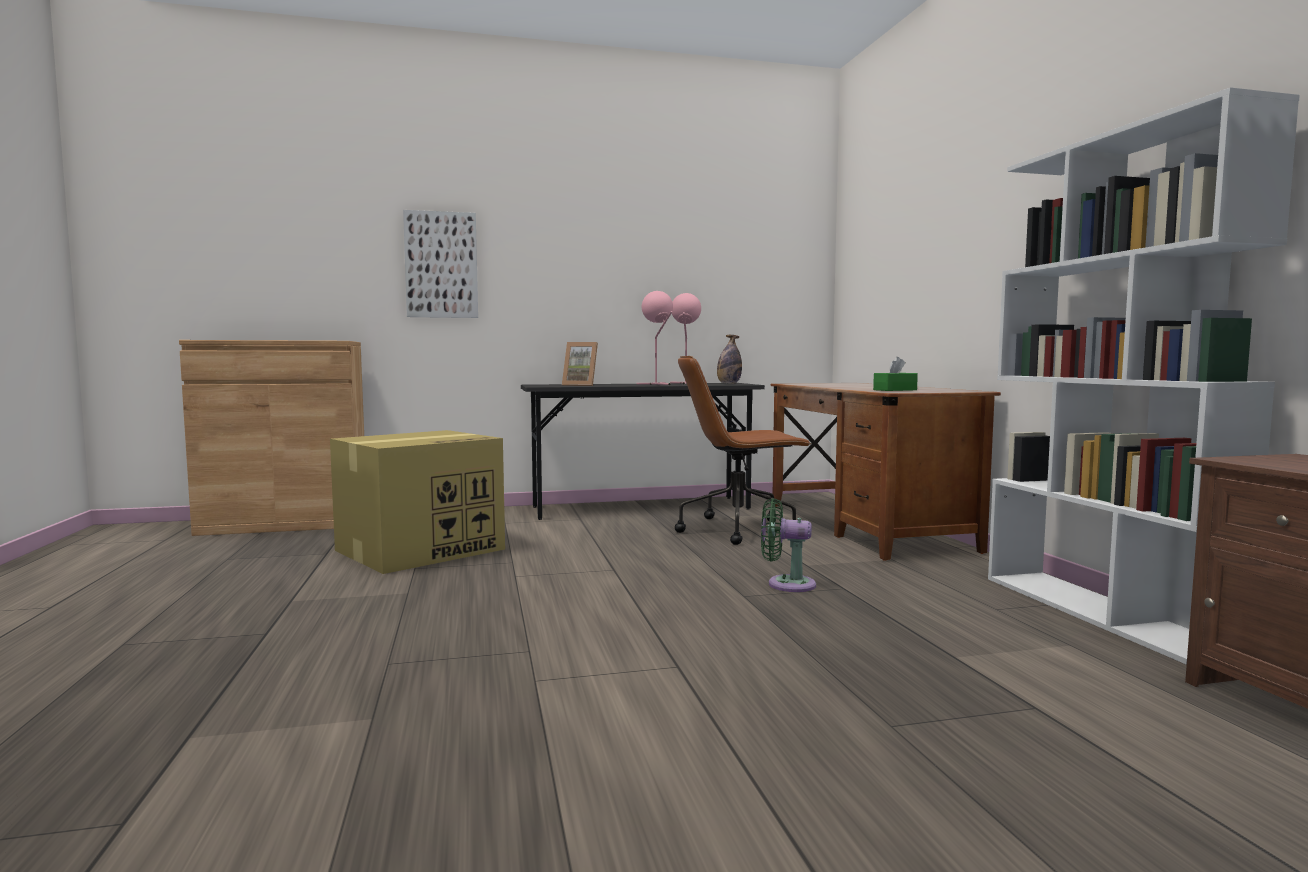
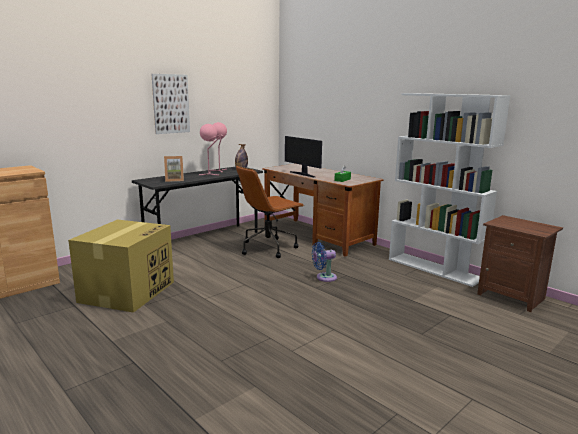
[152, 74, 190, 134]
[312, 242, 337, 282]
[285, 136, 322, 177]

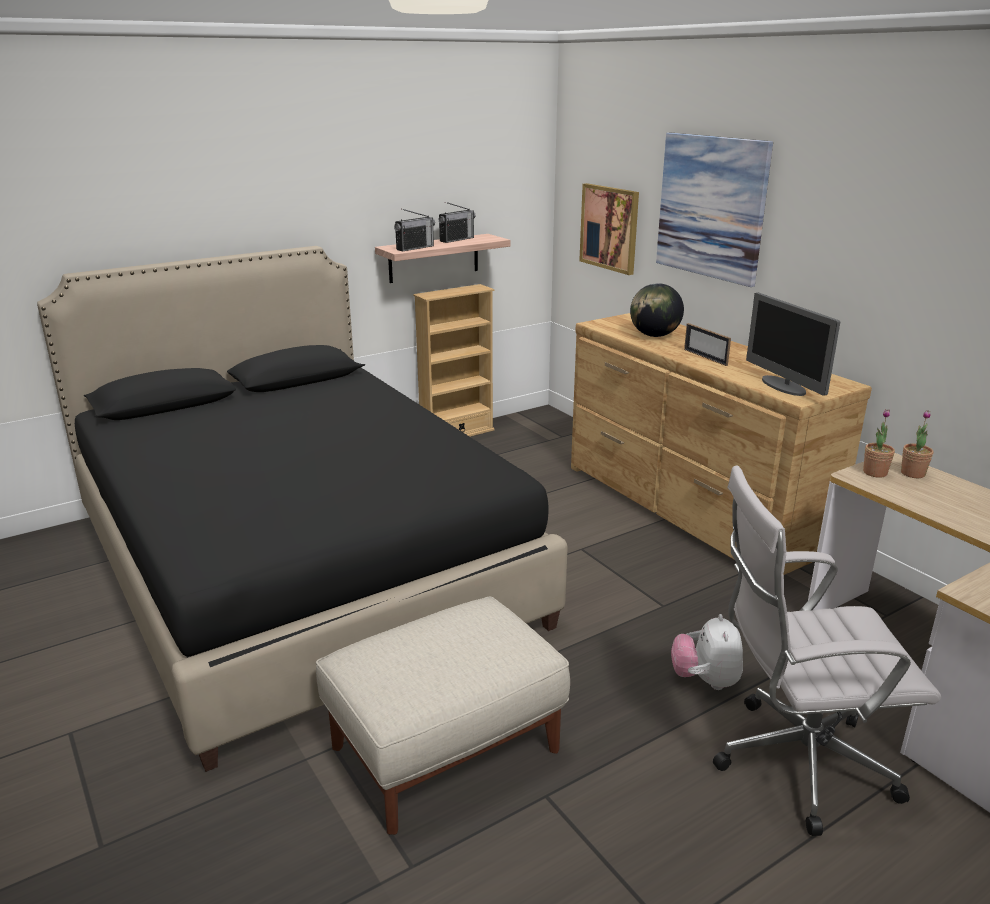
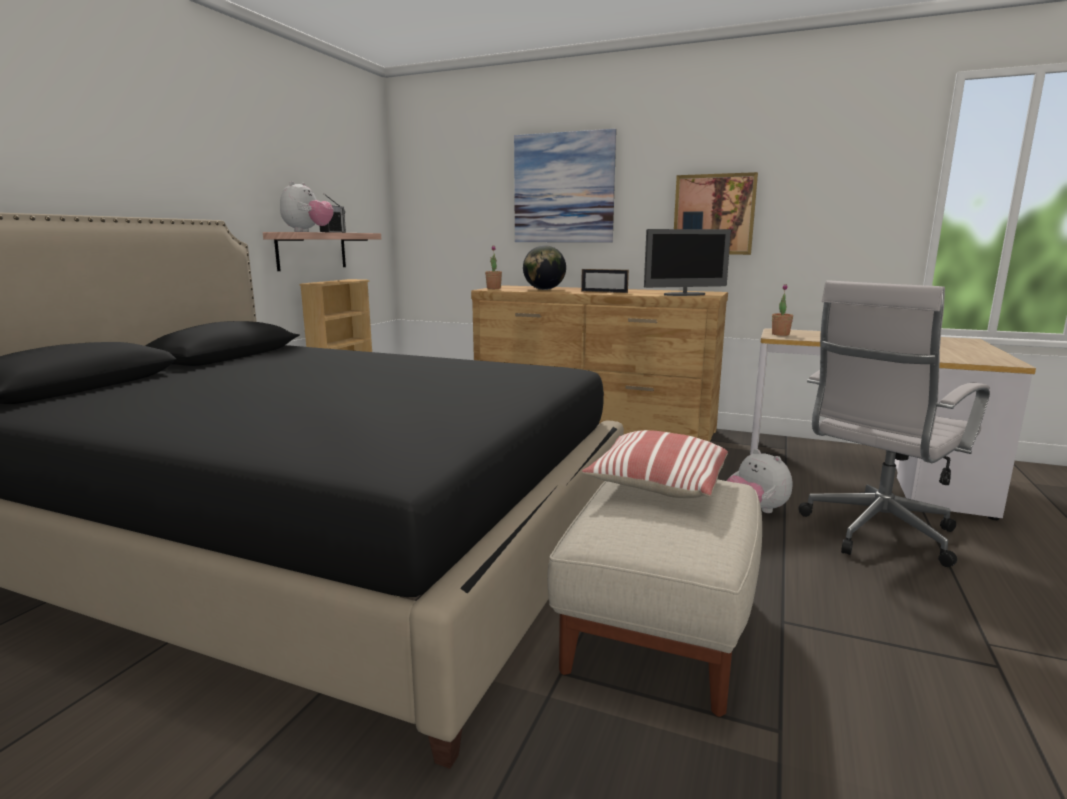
[674, 172, 758, 255]
[280, 181, 333, 232]
[644, 229, 731, 296]
[485, 245, 502, 289]
[582, 430, 728, 498]

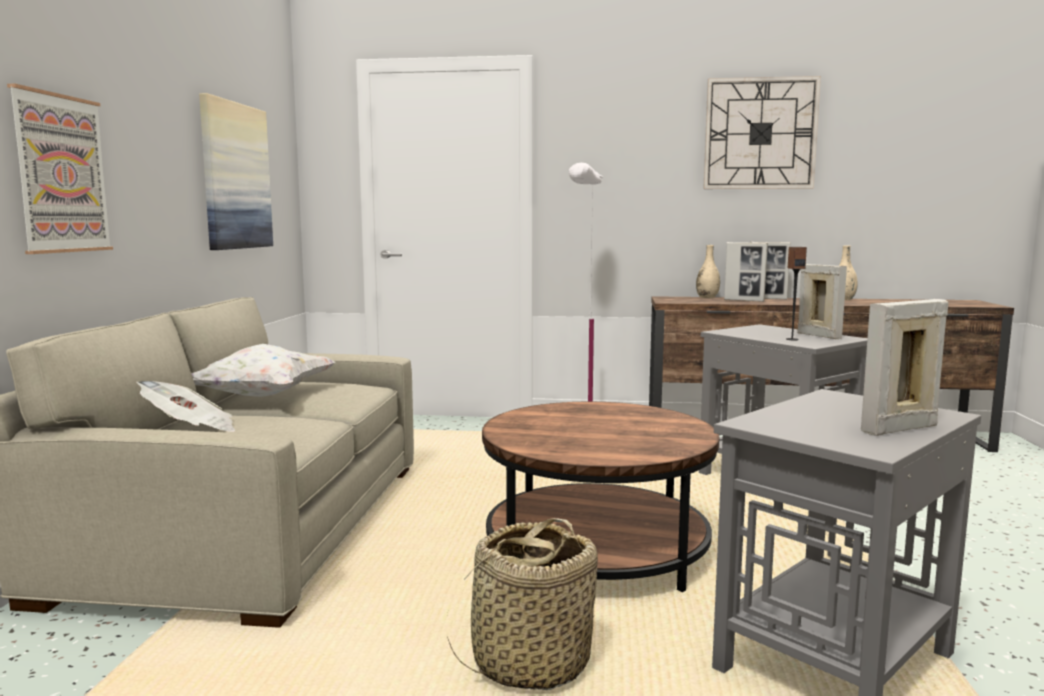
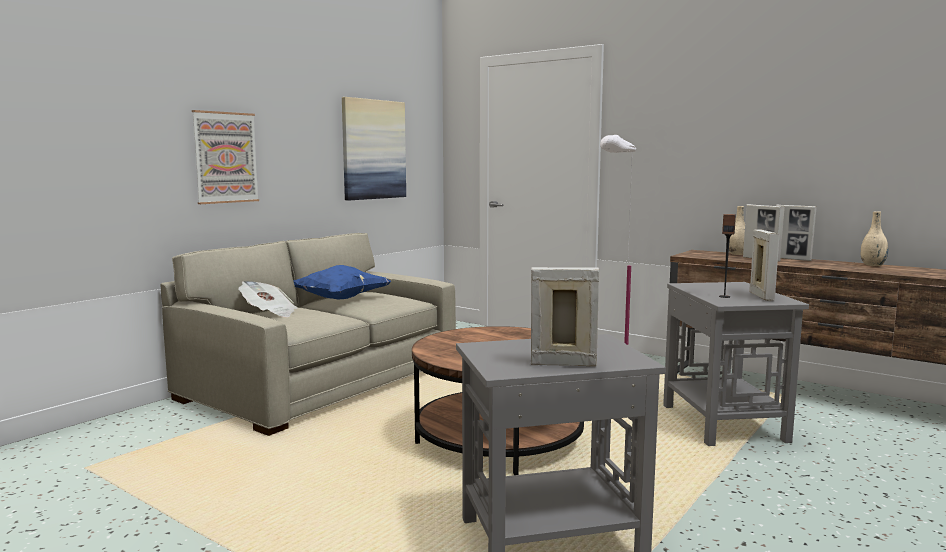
[703, 76, 821, 189] (first image)
[293, 265, 392, 300]
[447, 518, 598, 690] (first image)

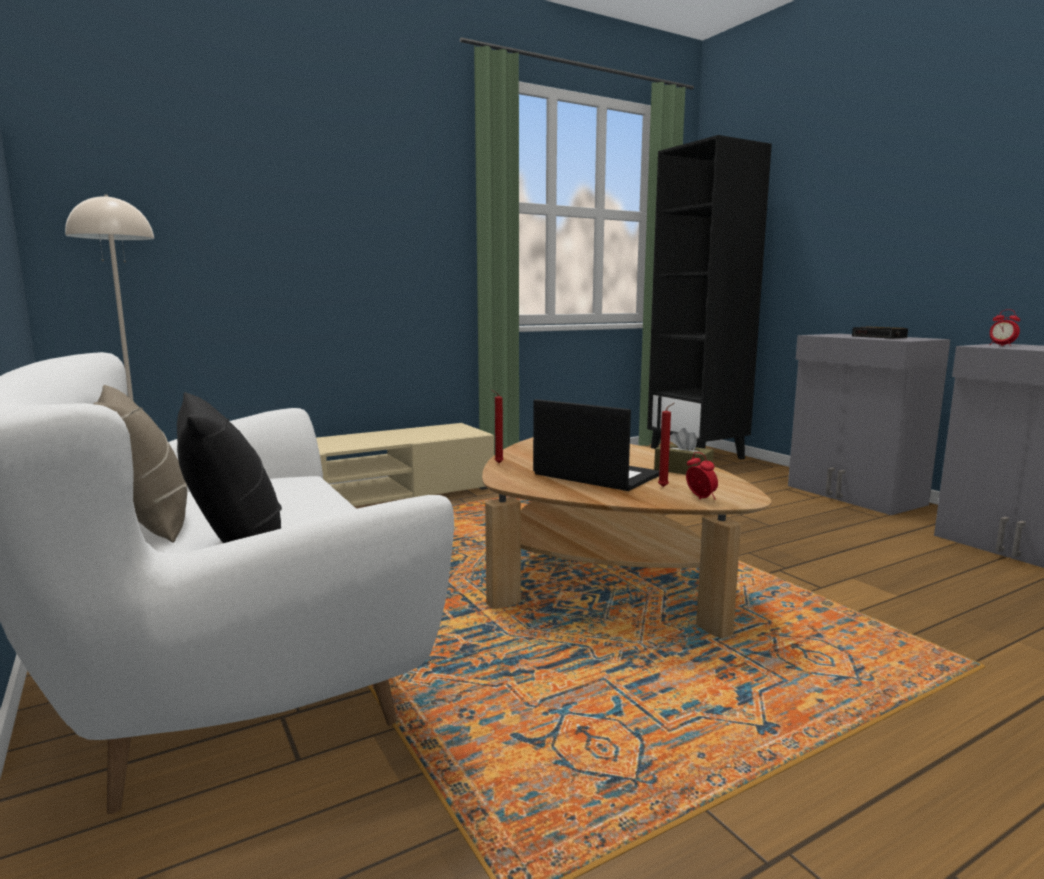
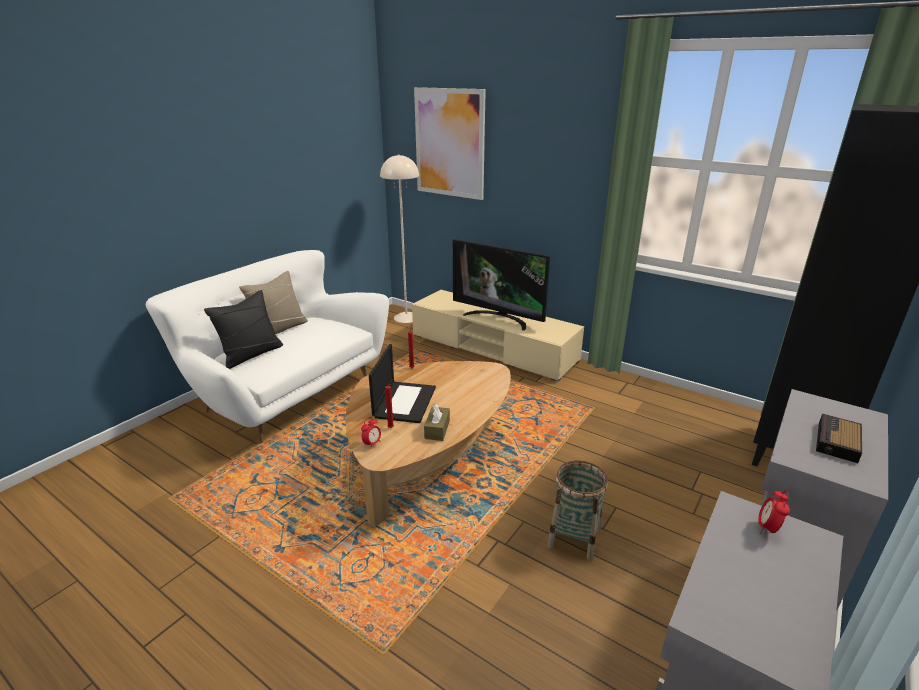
[414, 87, 486, 200]
[453, 239, 550, 331]
[547, 461, 608, 560]

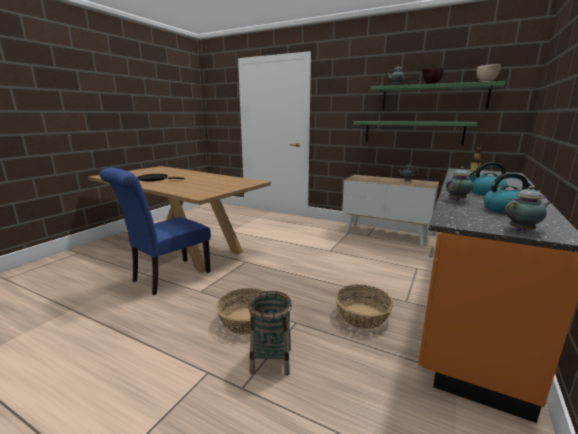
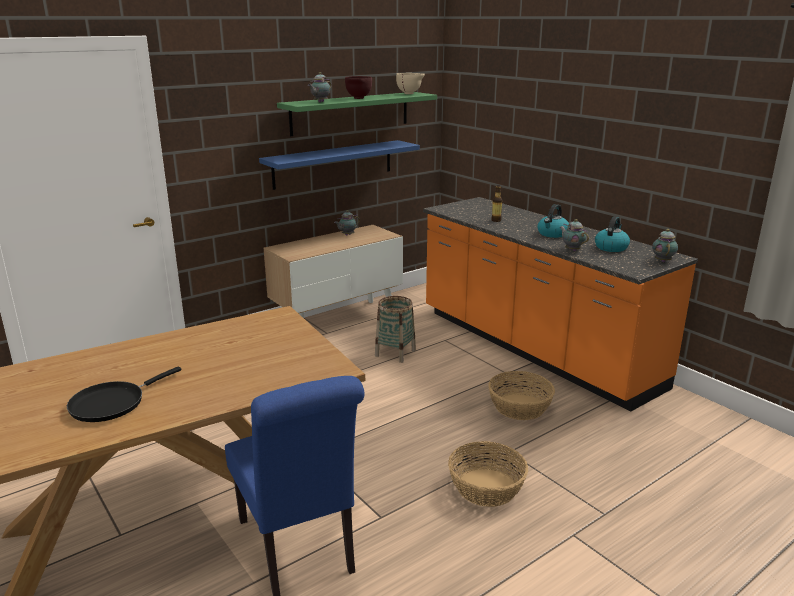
[259, 140, 420, 190]
[375, 296, 416, 363]

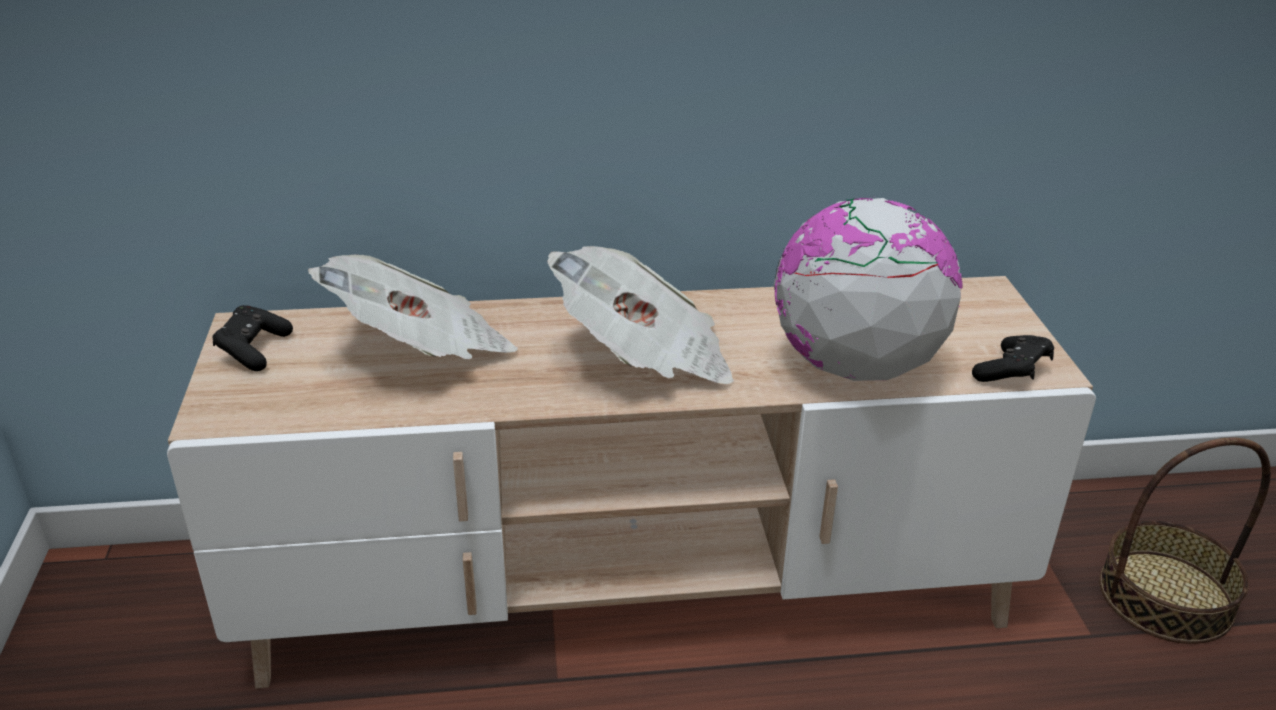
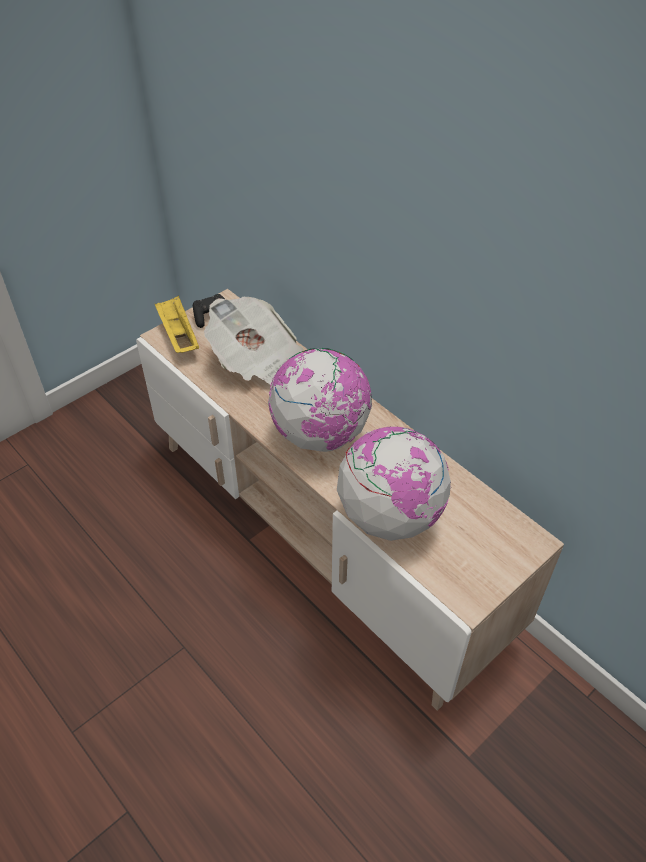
[268, 348, 372, 452]
[972, 335, 1054, 382] (first image)
[1099, 437, 1271, 644] (first image)
[155, 296, 199, 353]

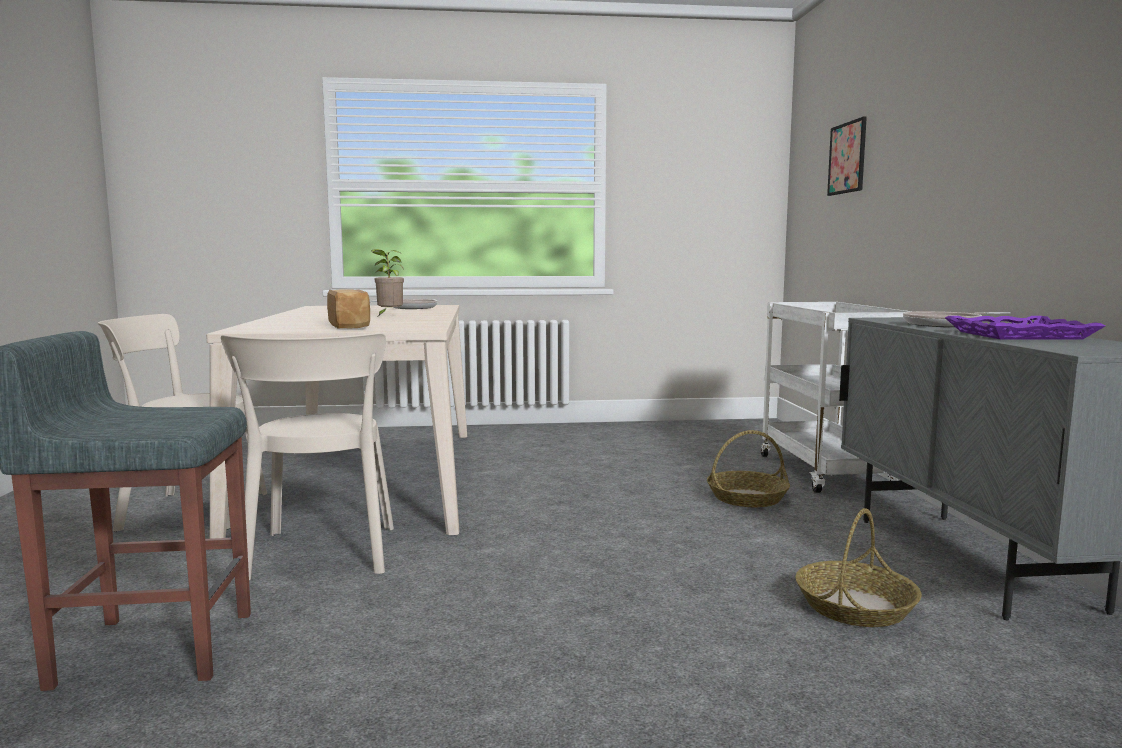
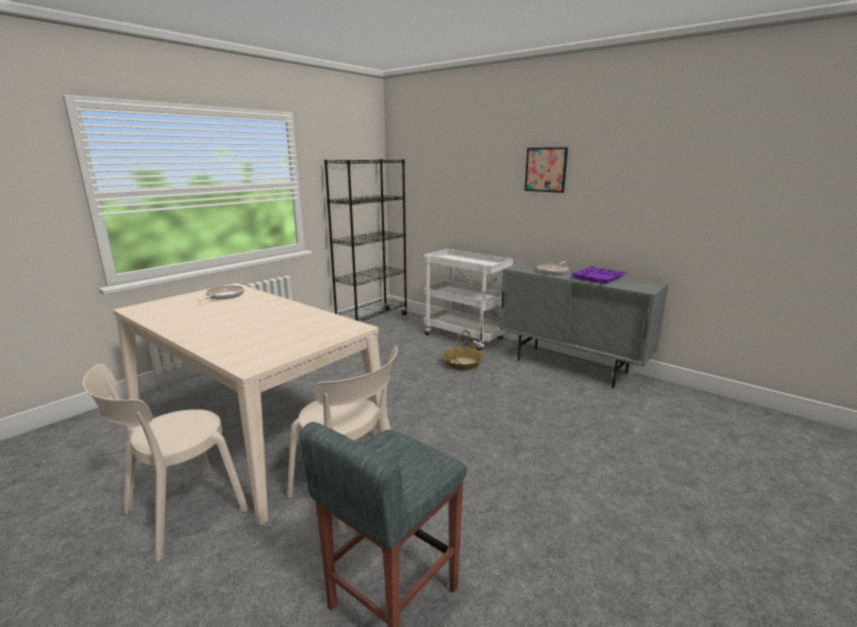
[524, 147, 568, 193]
[371, 249, 404, 316] (first image)
[327, 289, 370, 329] (first image)
[795, 508, 922, 627] (first image)
[324, 159, 408, 322]

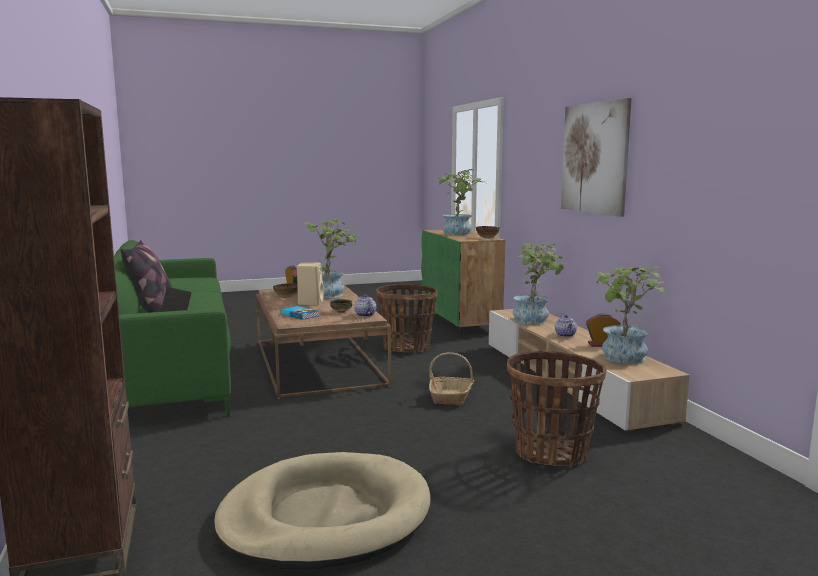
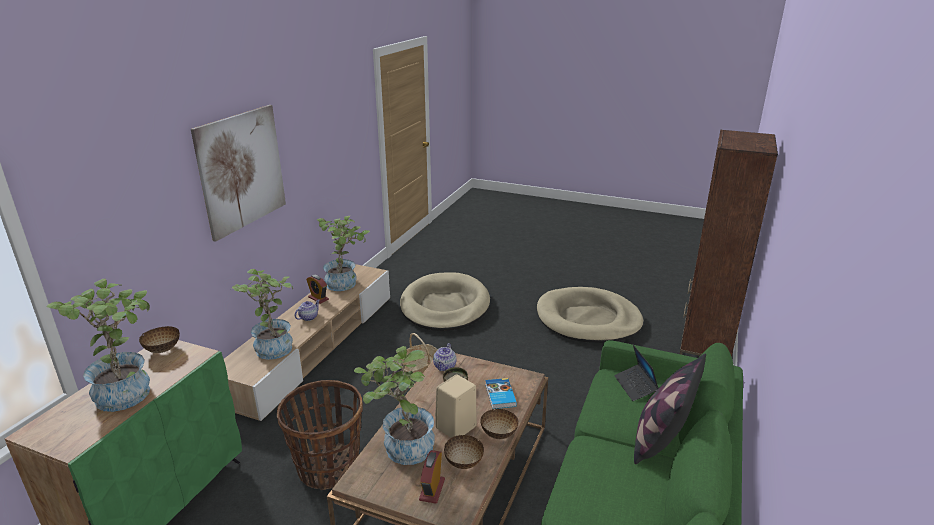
[400, 272, 490, 331]
[480, 409, 519, 439]

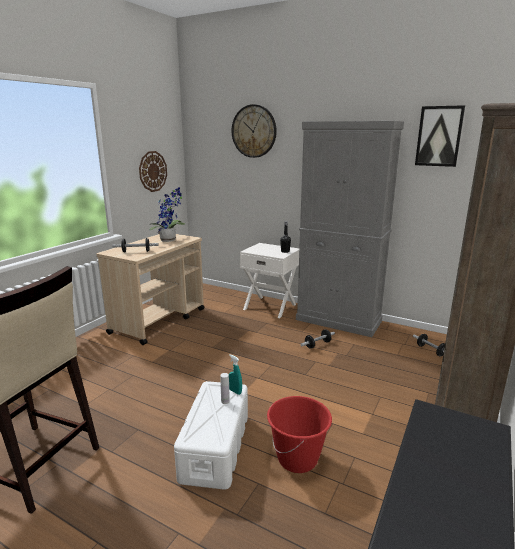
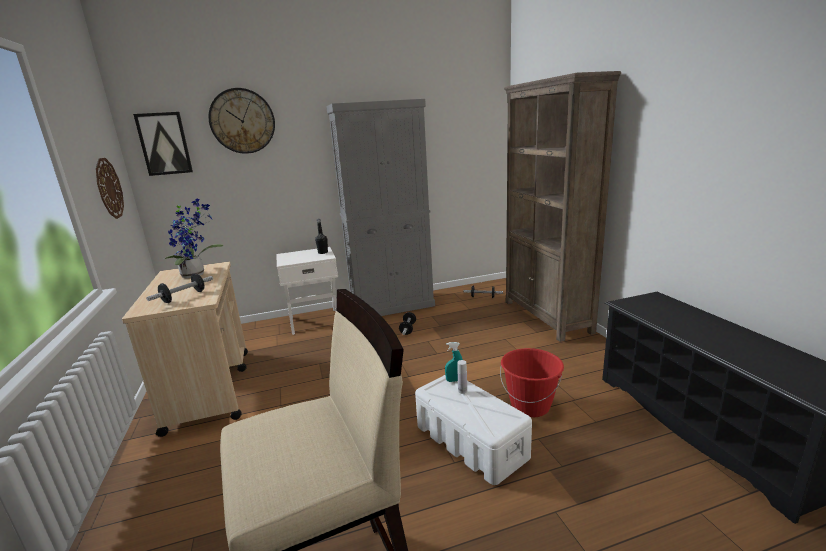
[133, 112, 193, 176]

